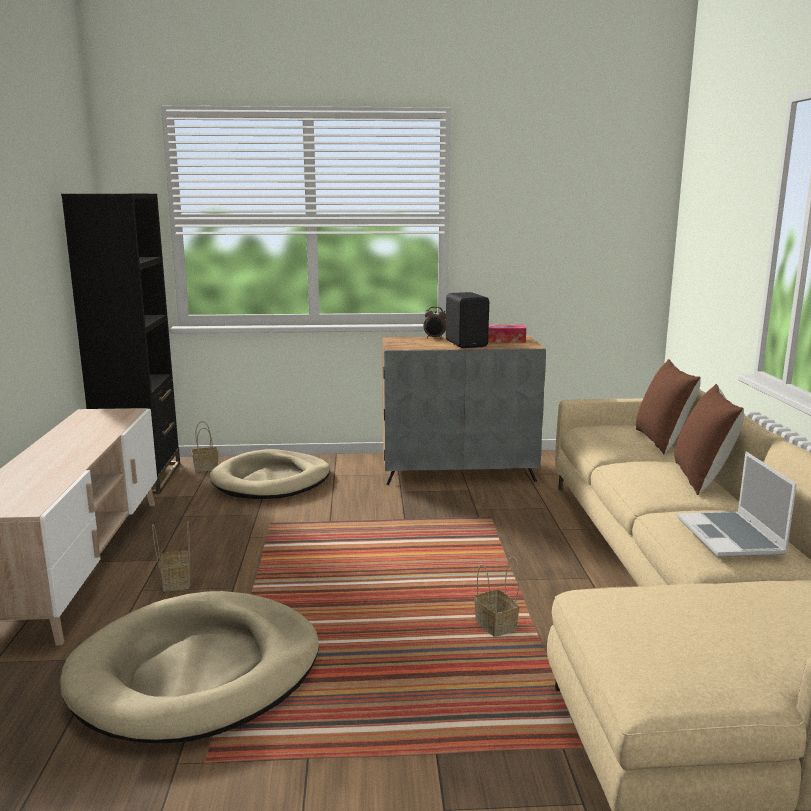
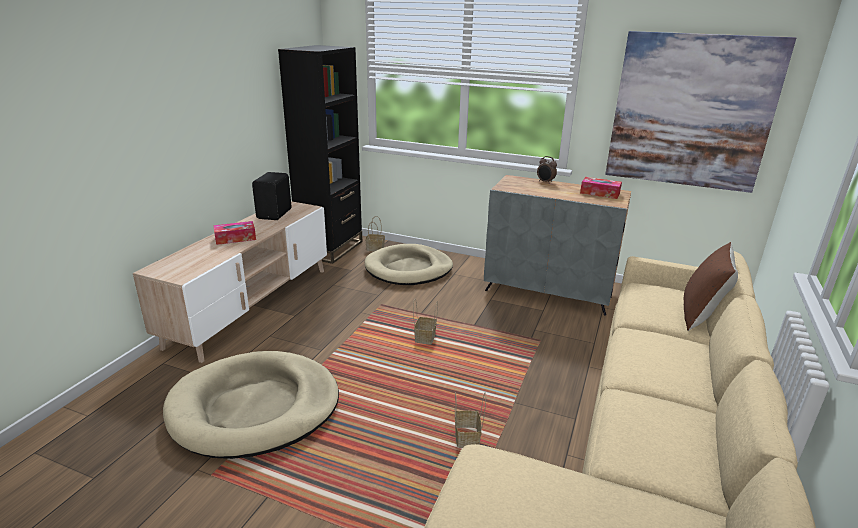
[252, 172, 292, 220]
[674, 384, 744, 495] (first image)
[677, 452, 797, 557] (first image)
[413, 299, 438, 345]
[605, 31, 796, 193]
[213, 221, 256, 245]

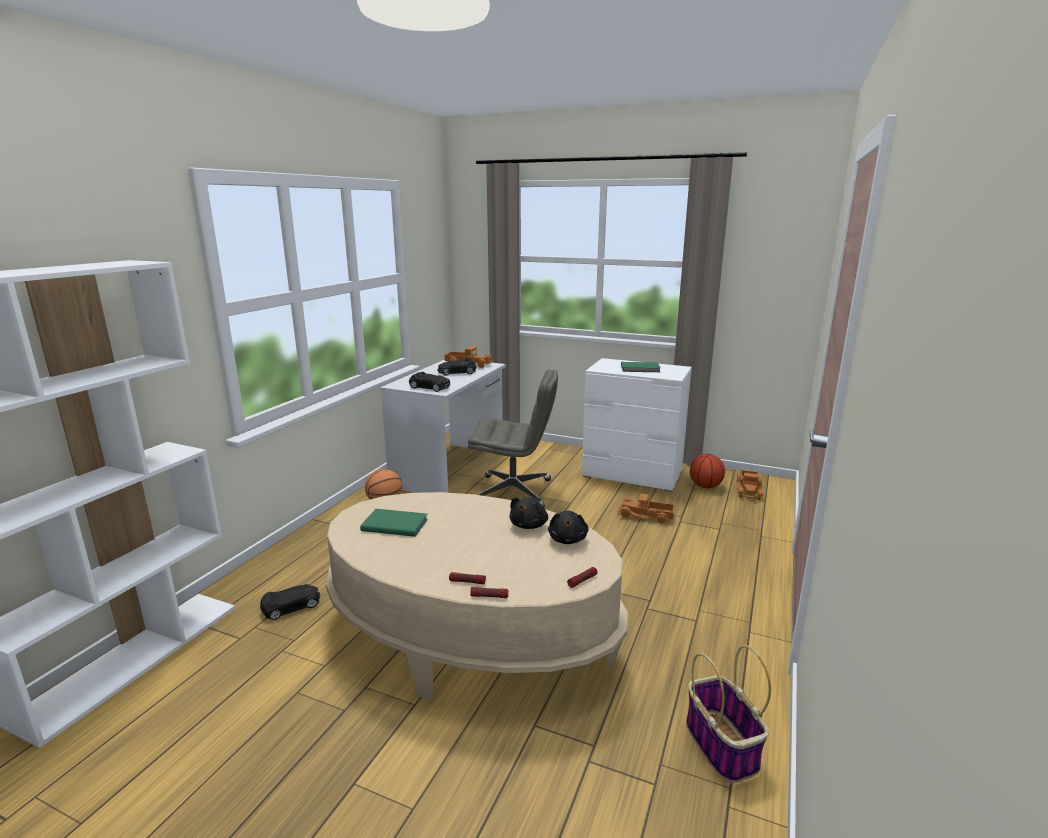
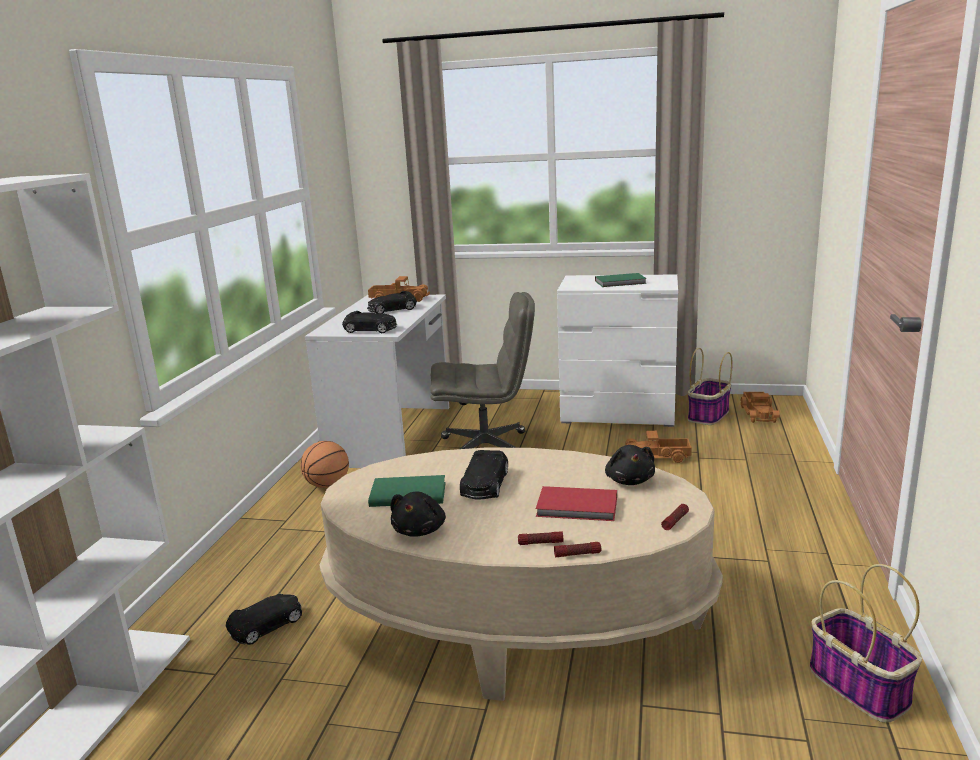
[688, 348, 733, 425]
[390, 491, 446, 537]
[460, 450, 508, 500]
[536, 486, 617, 521]

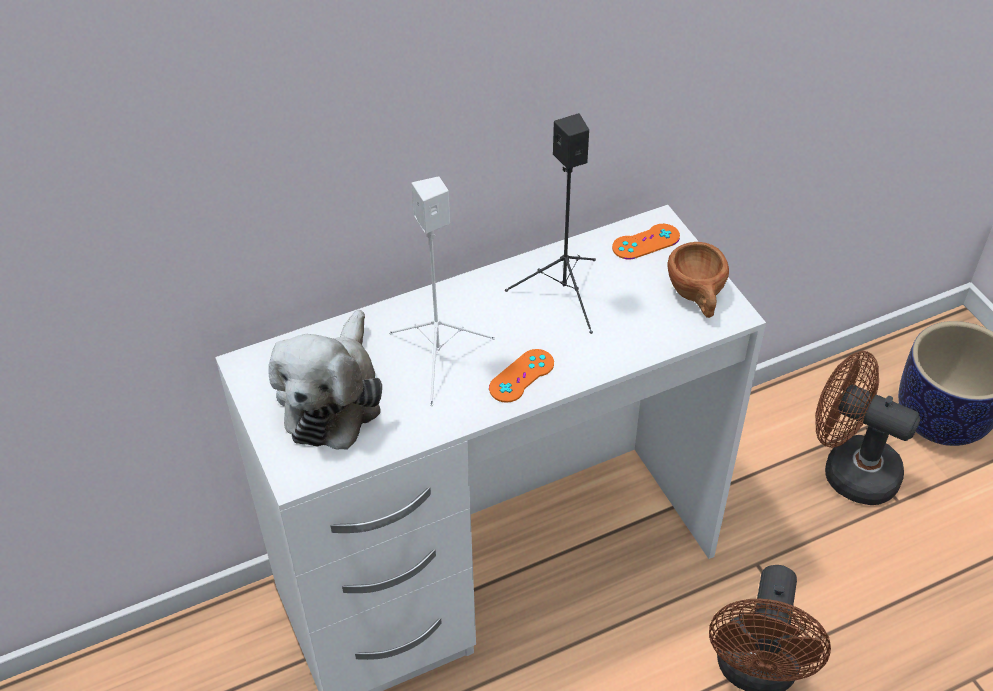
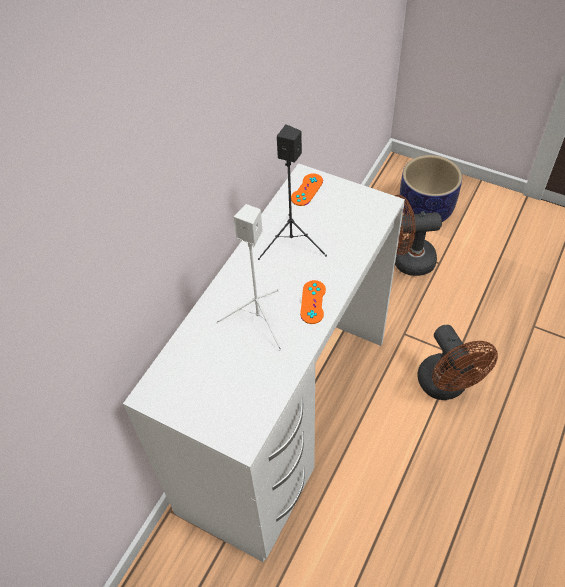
[667, 242, 729, 318] (first image)
[268, 310, 382, 450] (first image)

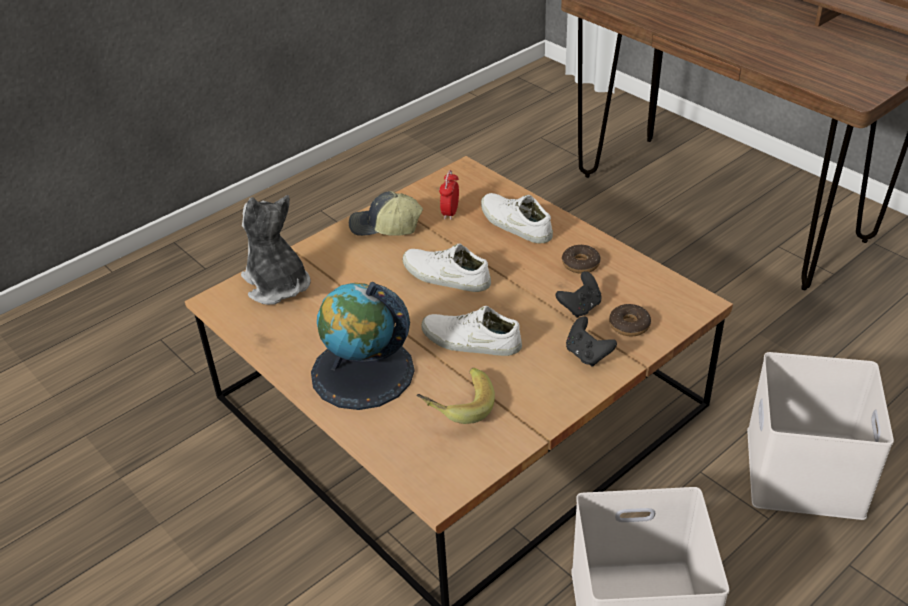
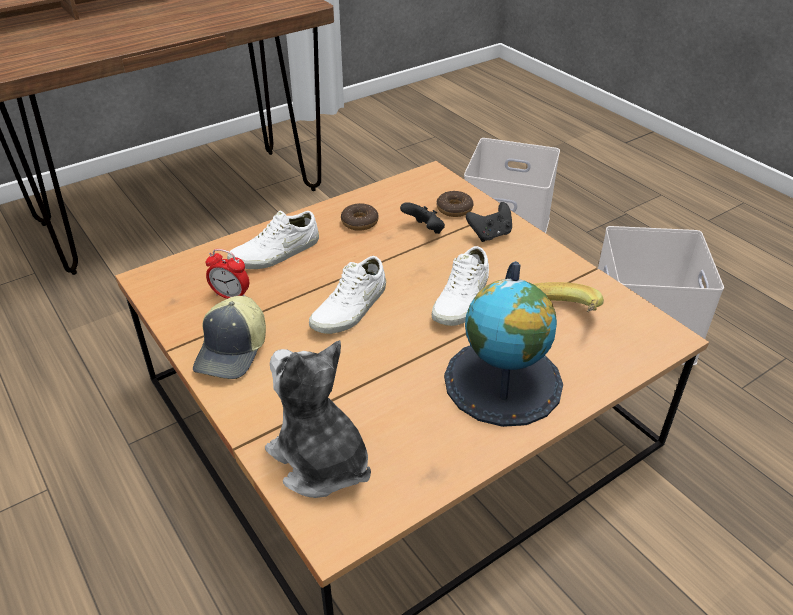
[265, 340, 371, 498]

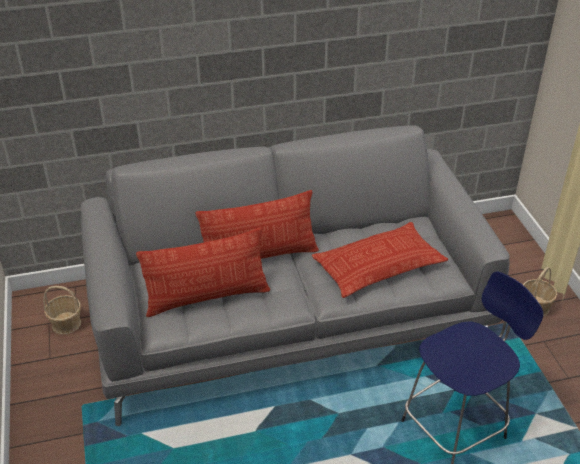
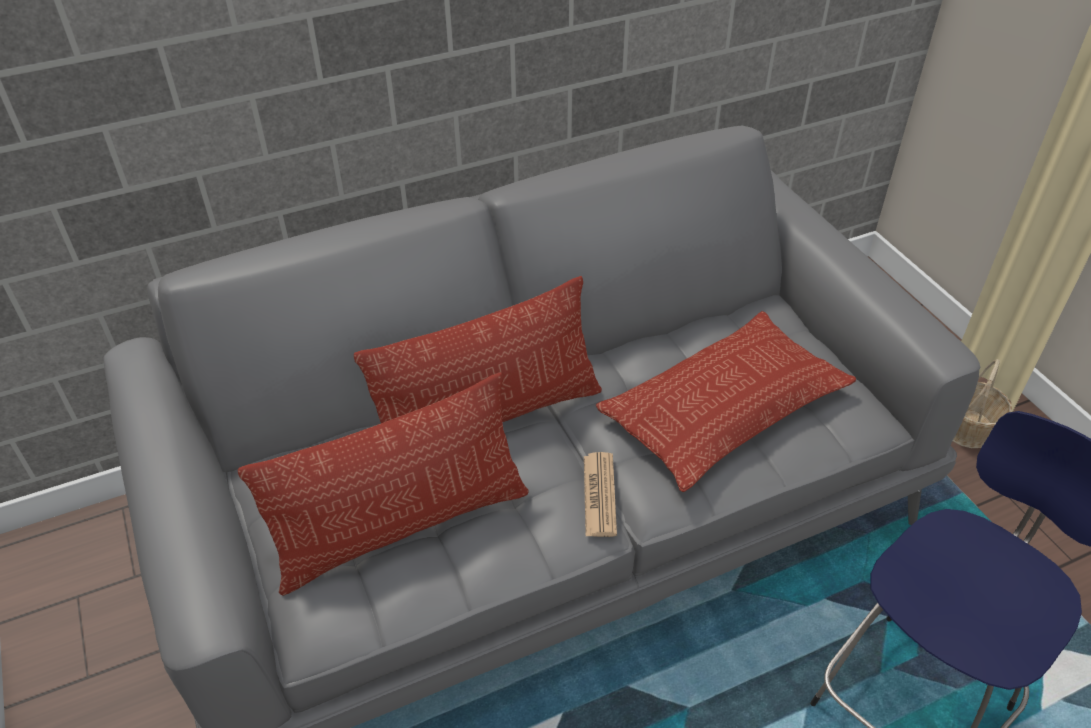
[43, 286, 81, 335] (first image)
[584, 452, 617, 537]

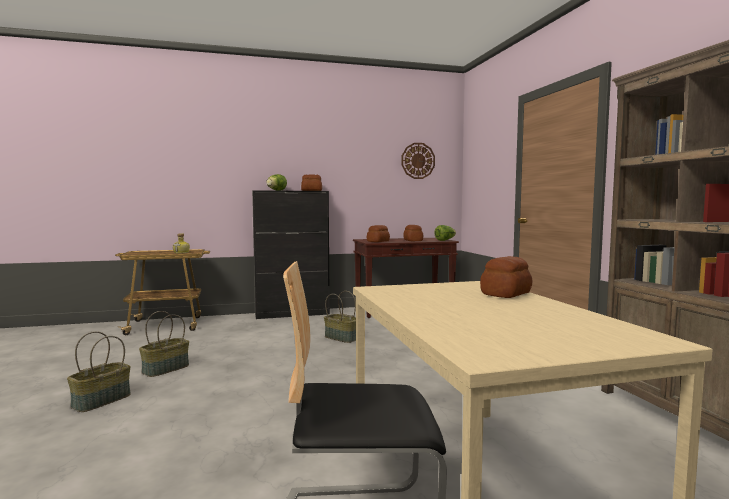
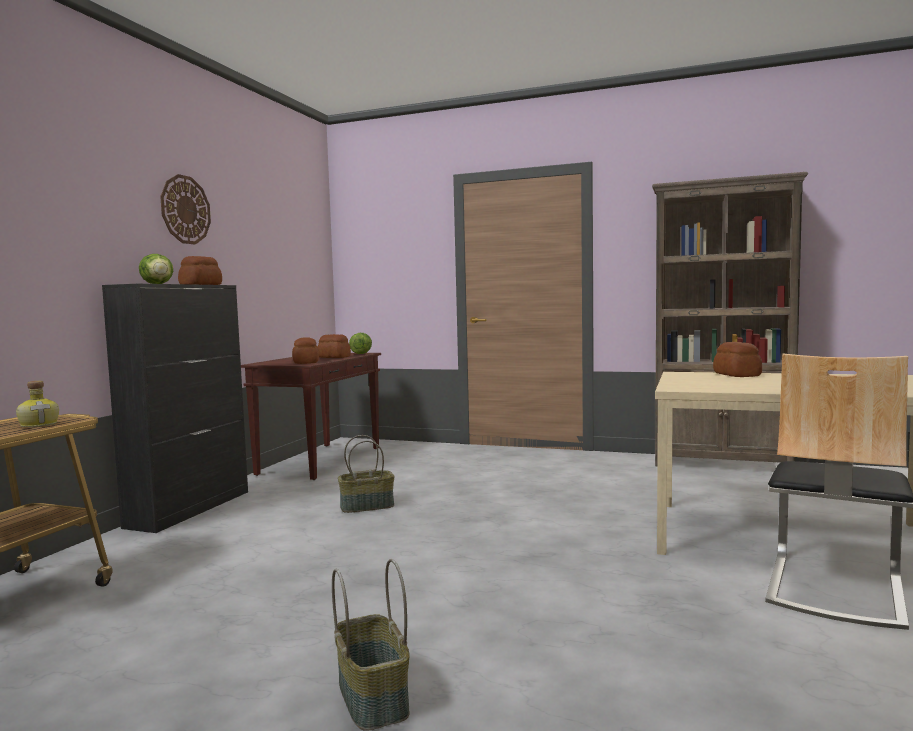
[160, 174, 211, 244]
[139, 311, 189, 377] (first image)

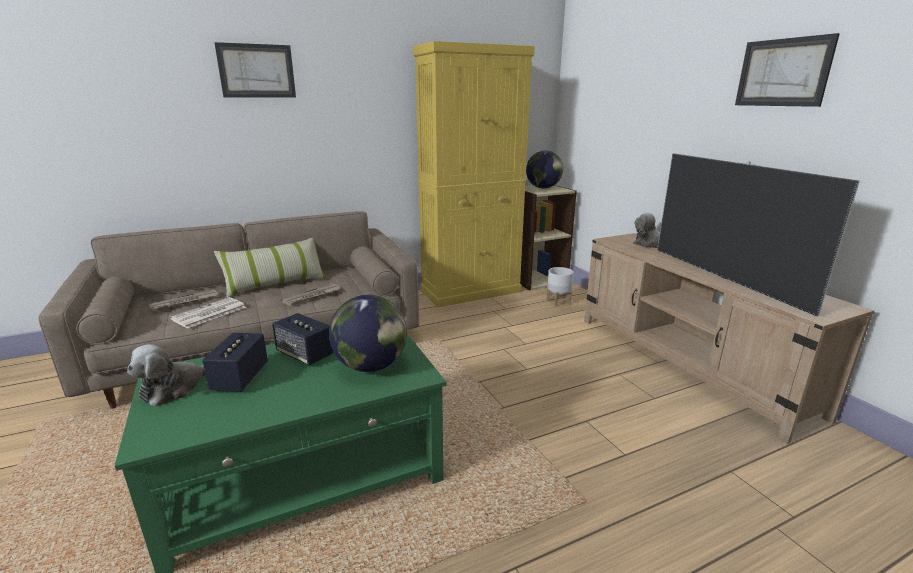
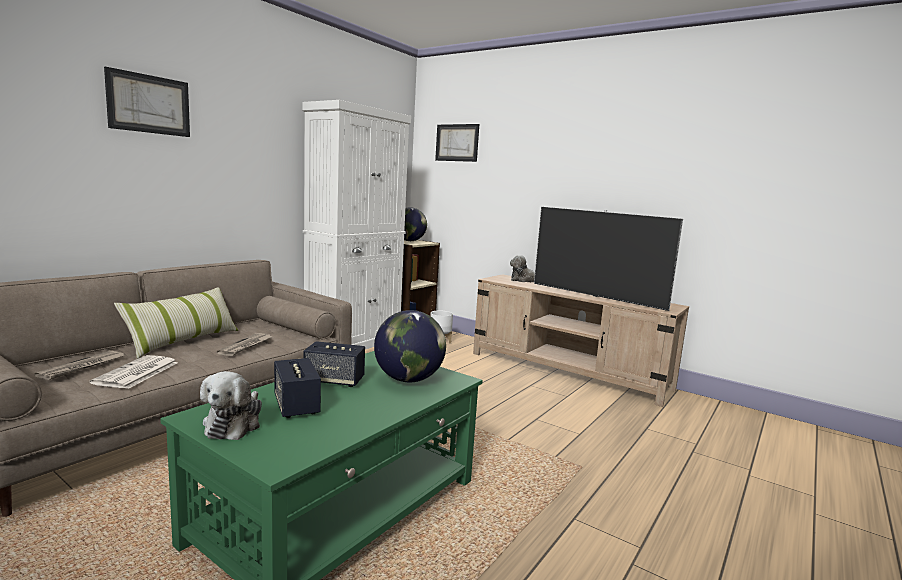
[435, 124, 479, 162]
[303, 100, 411, 350]

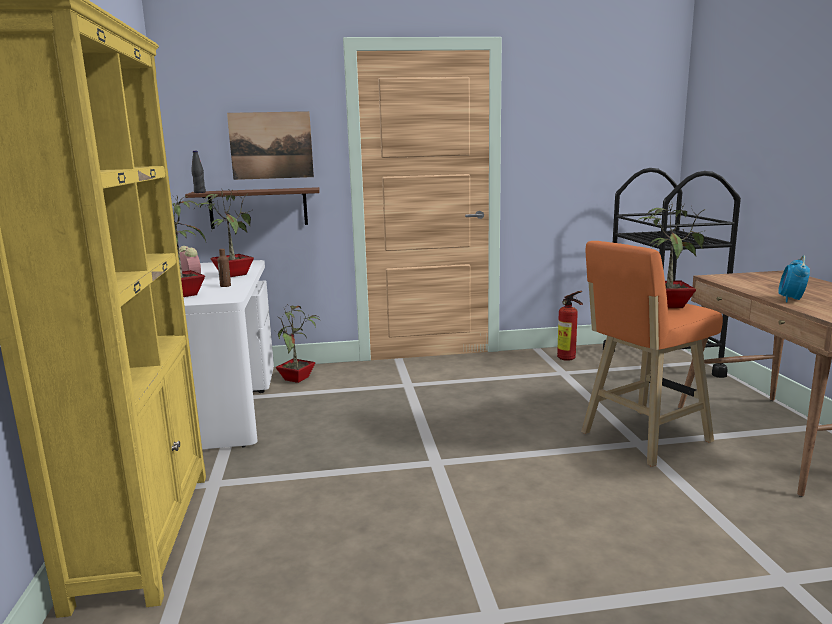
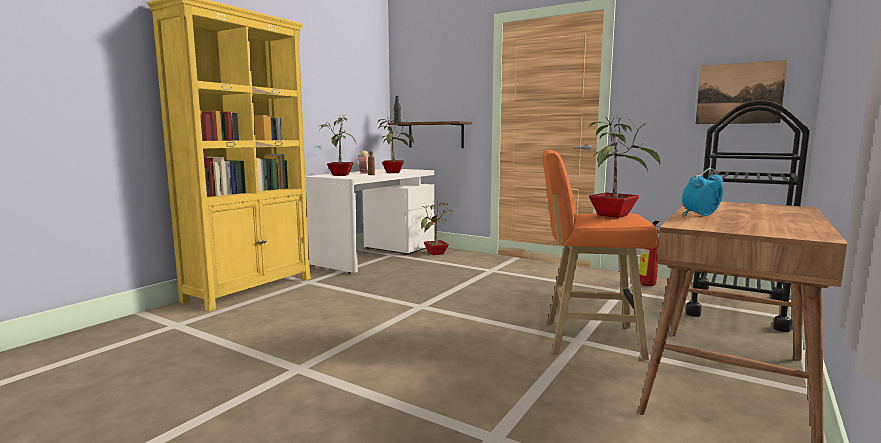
[696, 60, 787, 124]

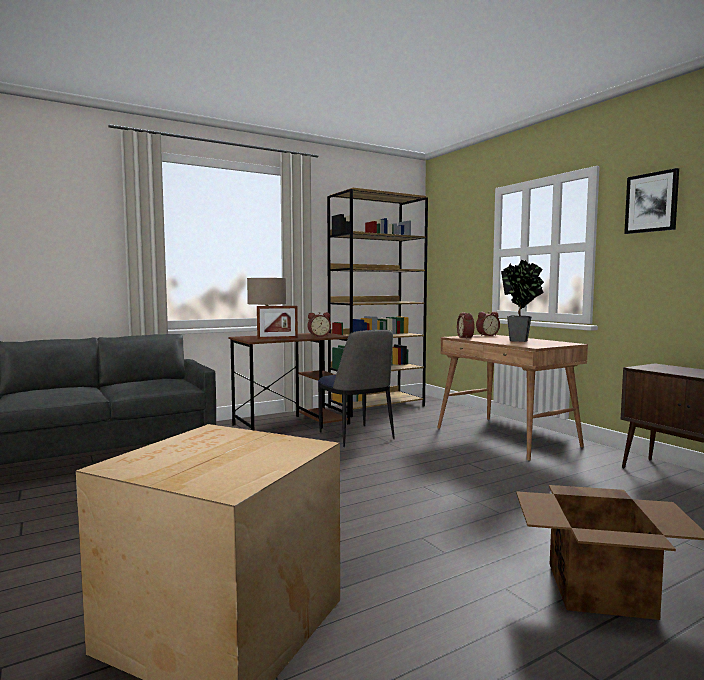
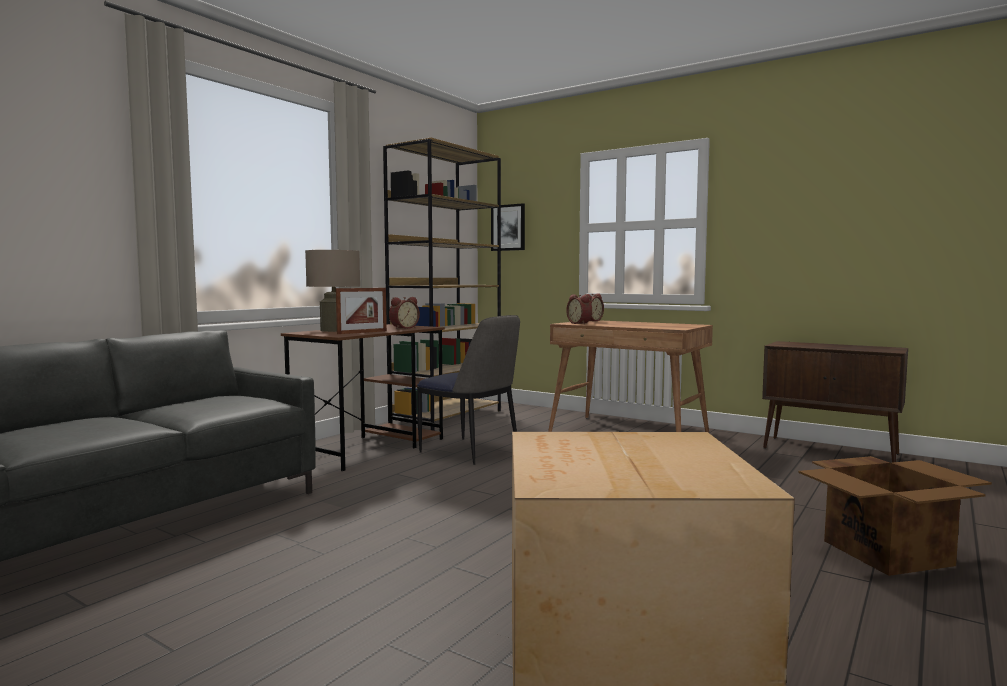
[491, 203, 525, 251]
[501, 260, 544, 342] (first image)

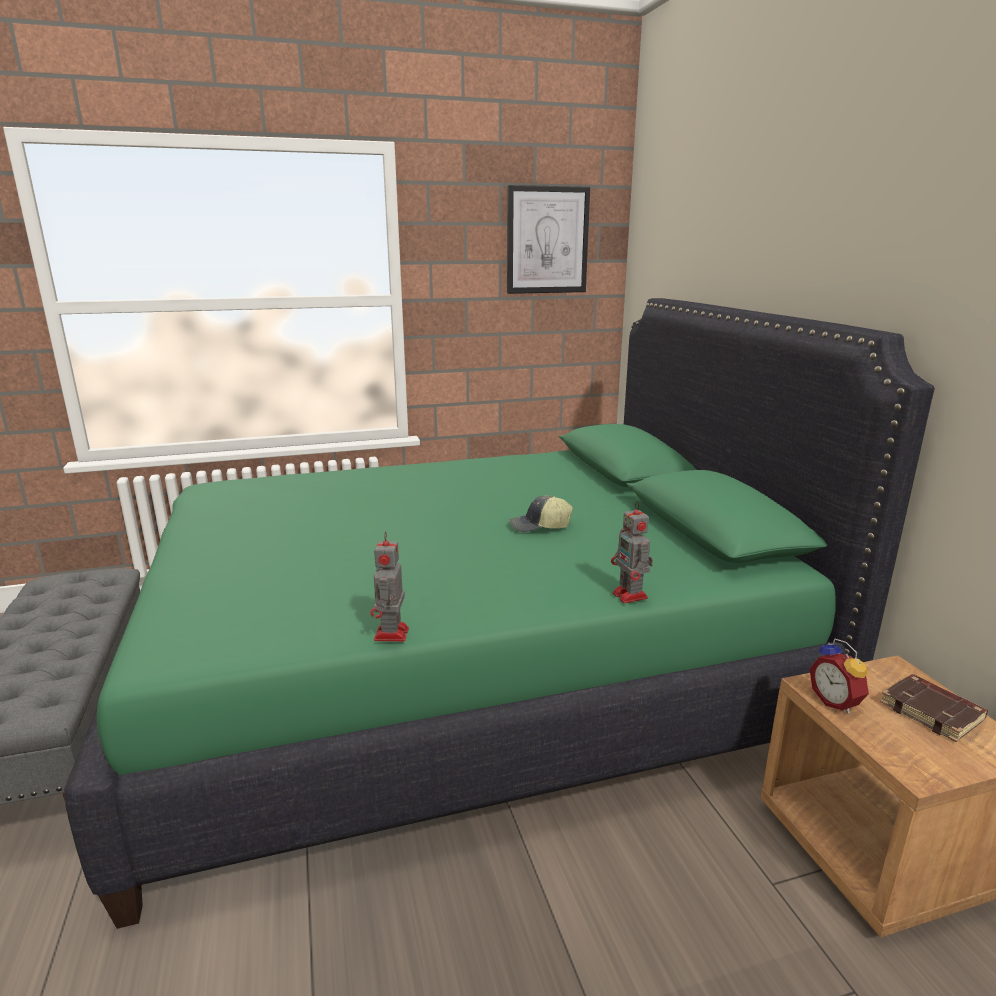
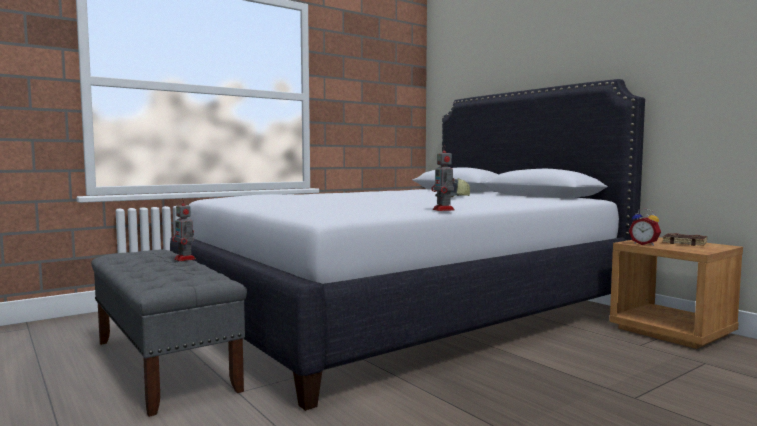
[507, 185, 590, 294] (first image)
[170, 79, 645, 411]
[172, 199, 196, 261]

